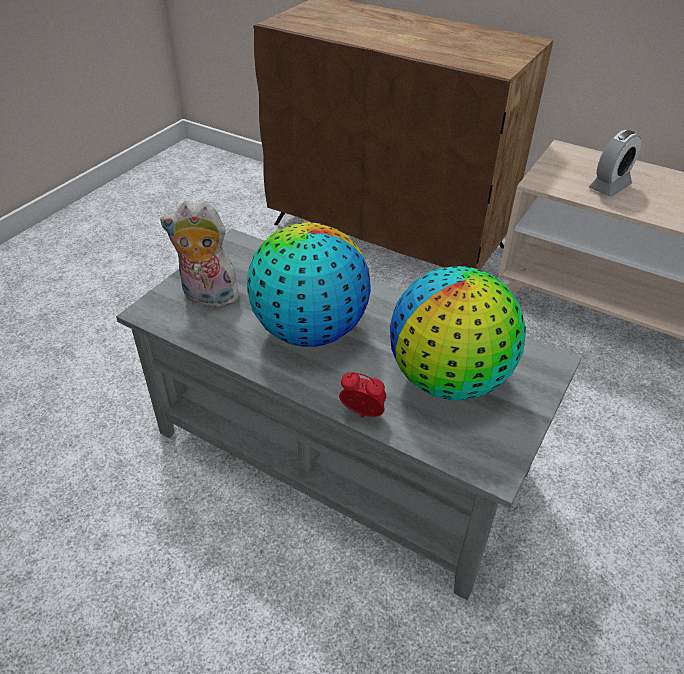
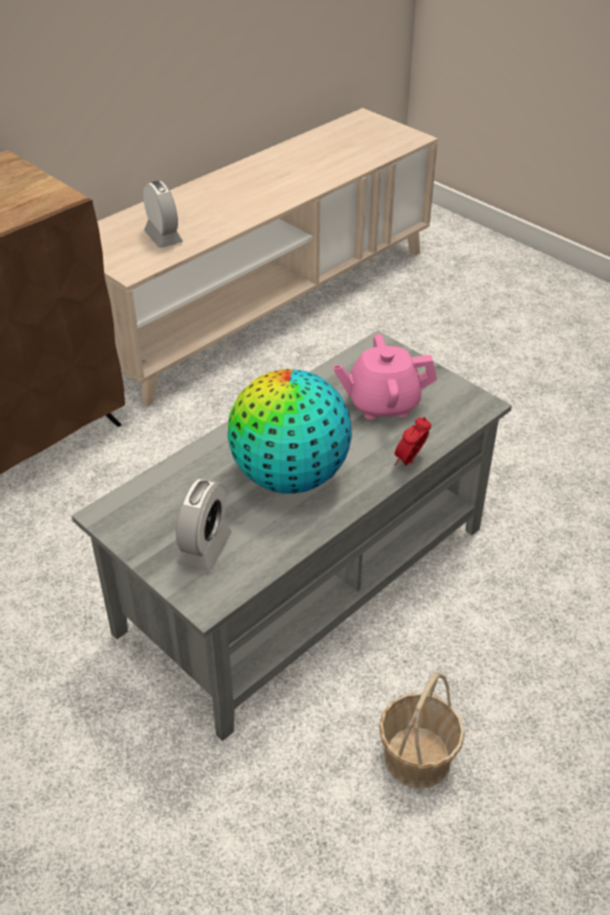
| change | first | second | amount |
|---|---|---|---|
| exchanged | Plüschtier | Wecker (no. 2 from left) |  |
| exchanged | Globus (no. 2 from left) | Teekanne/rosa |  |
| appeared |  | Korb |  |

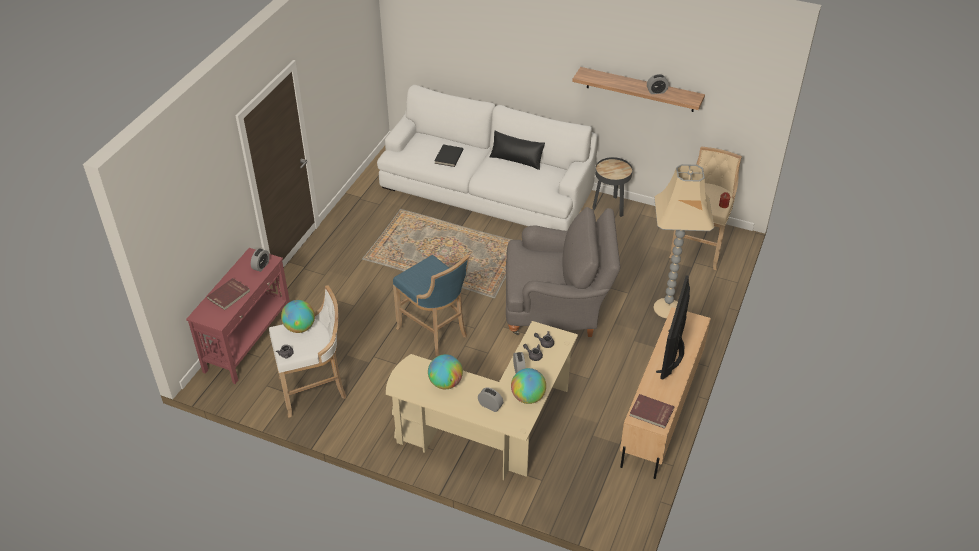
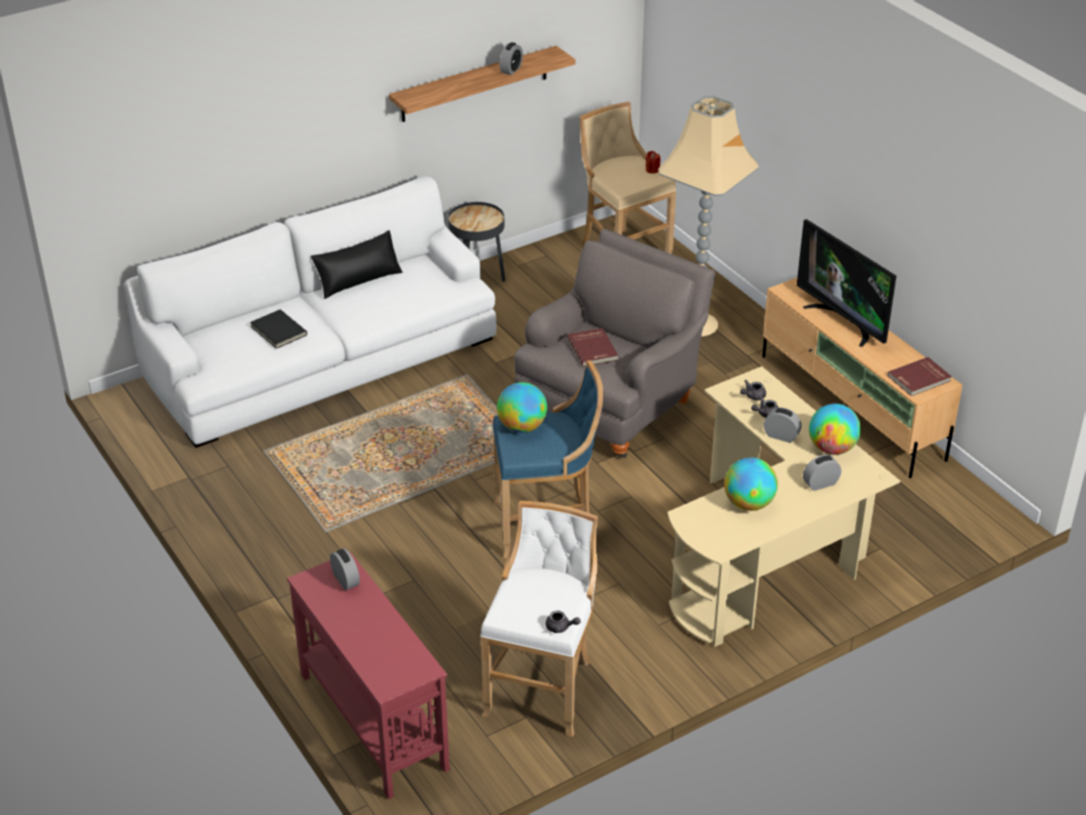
| change | first | second | amount |
|---|---|---|---|
| relocated | Globus (no. 1 from left) |  |  |
| relocated | Buch/rot (no. 1 from left) |  |  |

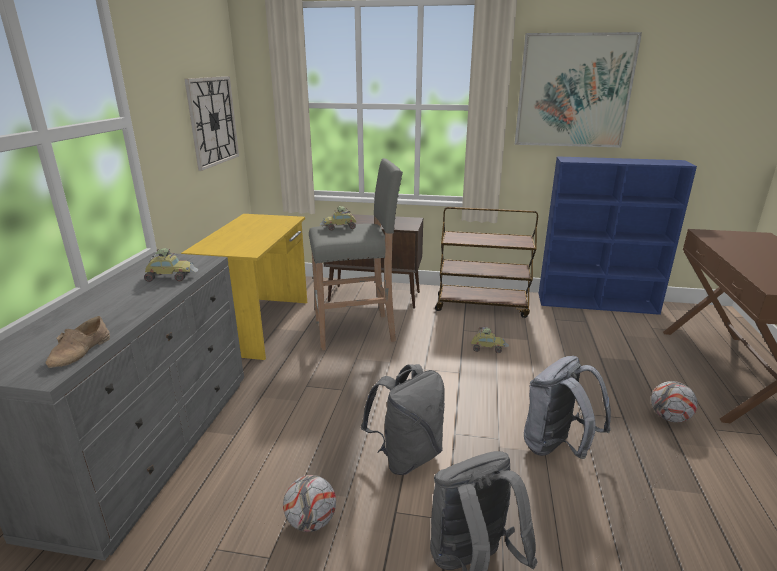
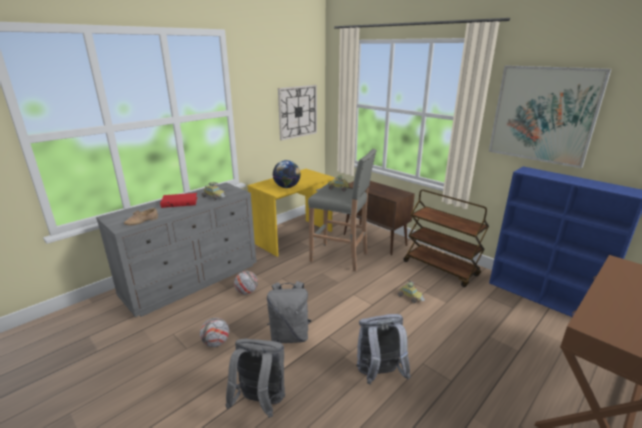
| change | first | second | amount |
|---|---|---|---|
| appeared |  | Buch/rot |  |
| relocated | Fußball (no. 2 from left) |  |  |
| appeared |  | Globus |  |

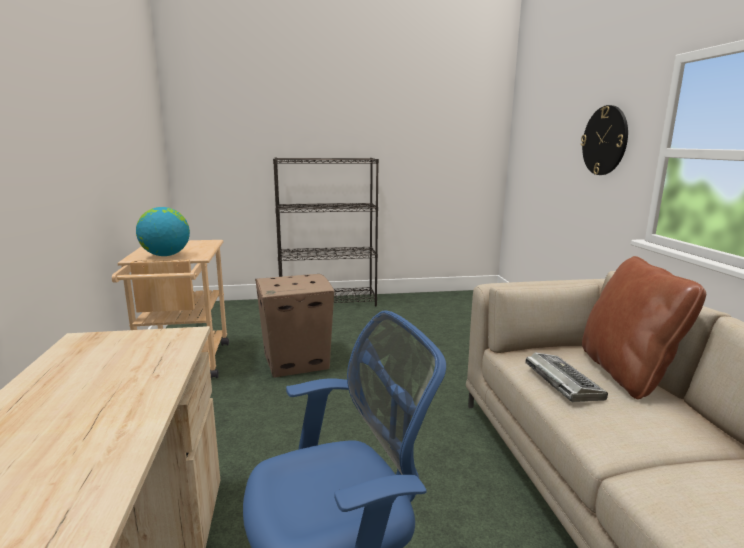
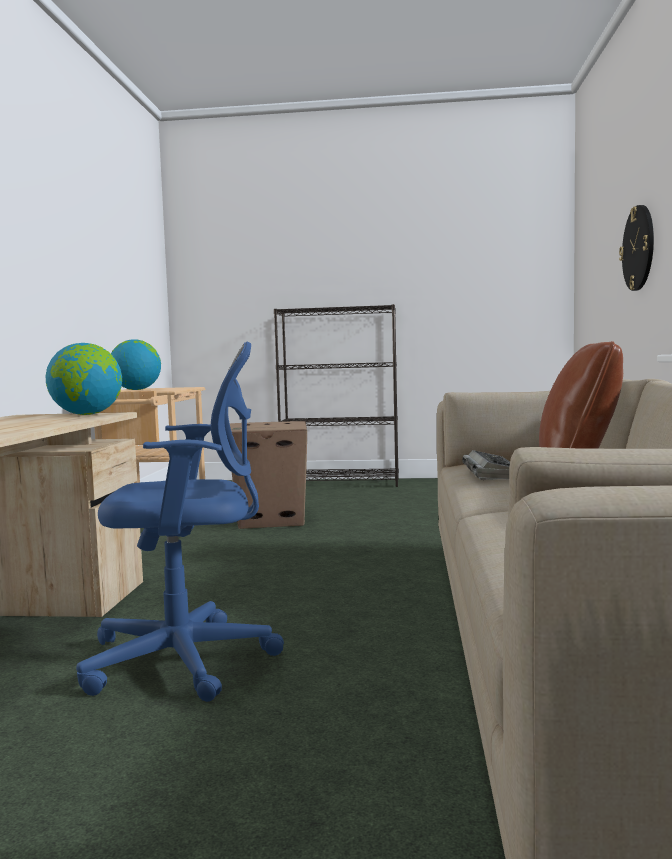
| change | first | second | amount |
|---|---|---|---|
| appeared |  | Globus (no. 1 from left) |  |

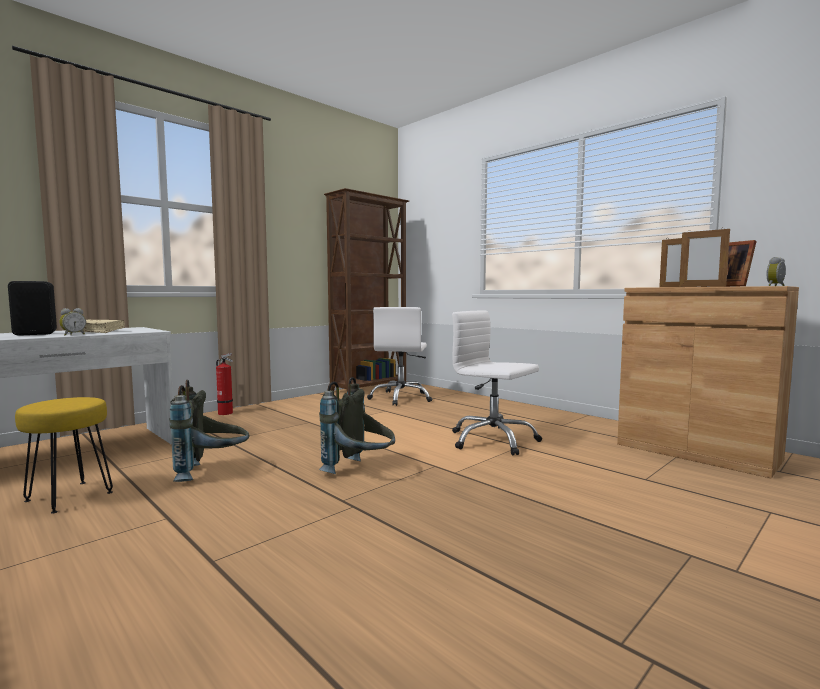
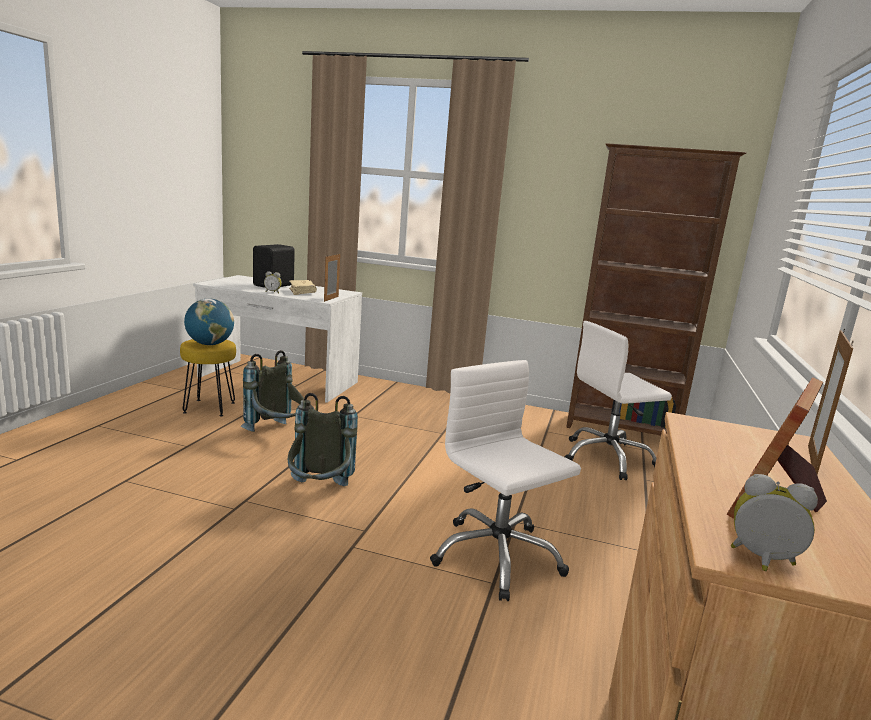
| change | first | second | amount |
|---|---|---|---|
| appeared |  | Globus |  |
| relocated | Bilderrahmen (no. 2 from left in the first image) | Bilderrahmen (no. 1 from left) |  |
| spun | Bürostuhl/weiß (no. 2 from left in the first image) | Bürostuhl/weiß (no. 1 from left) | 45 degrees counterclockwise |
| missing | Feuerlöscher |  |  |

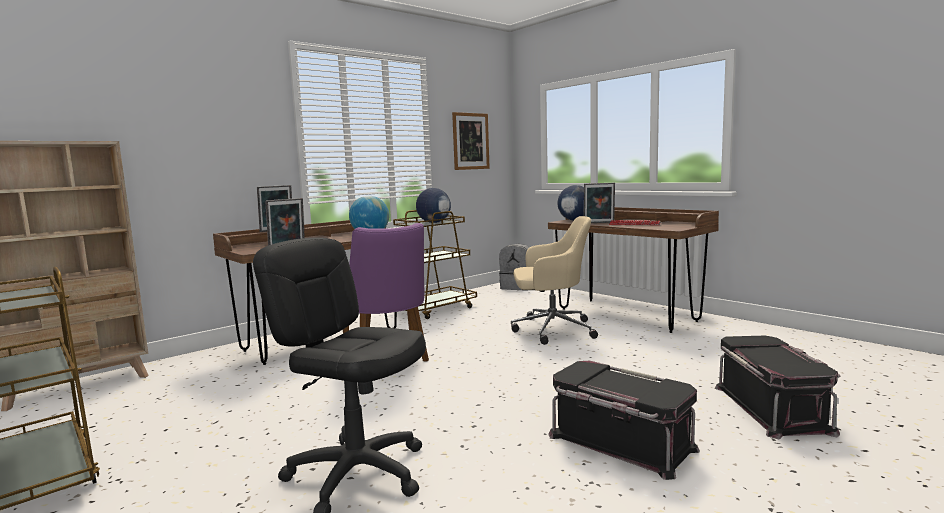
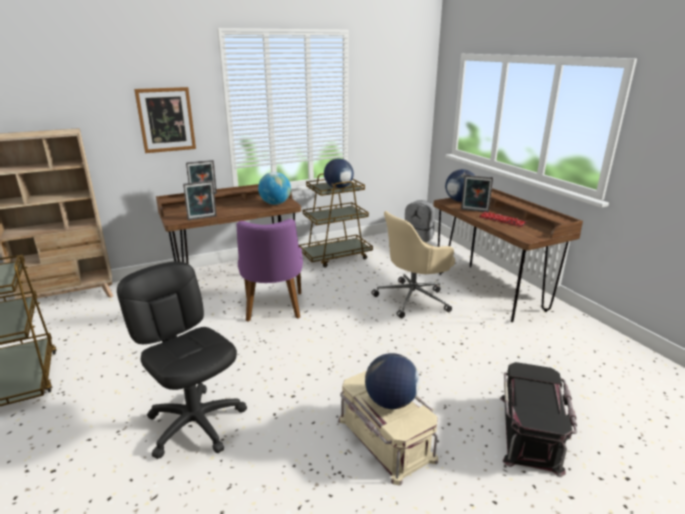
| change | first | second | amount |
|---|---|---|---|
| relocated | Bild |  |  |
| colour | Aufbewahrungsbox/schwarz (no. 1 from left) | Aufbewahrungsbox/beige |  |
| appeared |  | Globus (no. 3 from left) |  |
| spun | Bürostuhl/beige |  | 135 degrees clockwise |

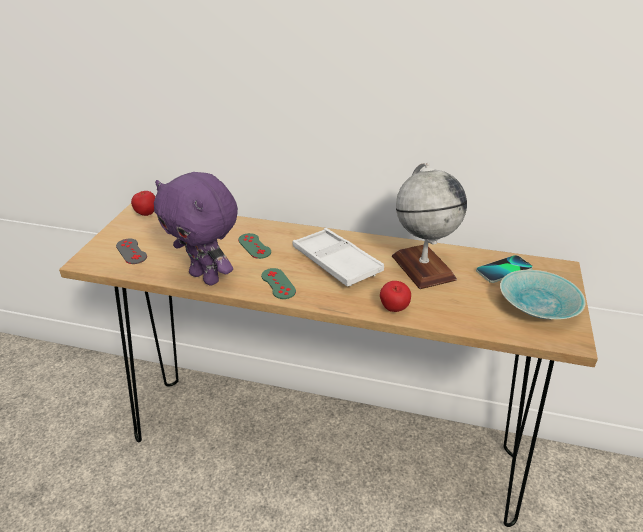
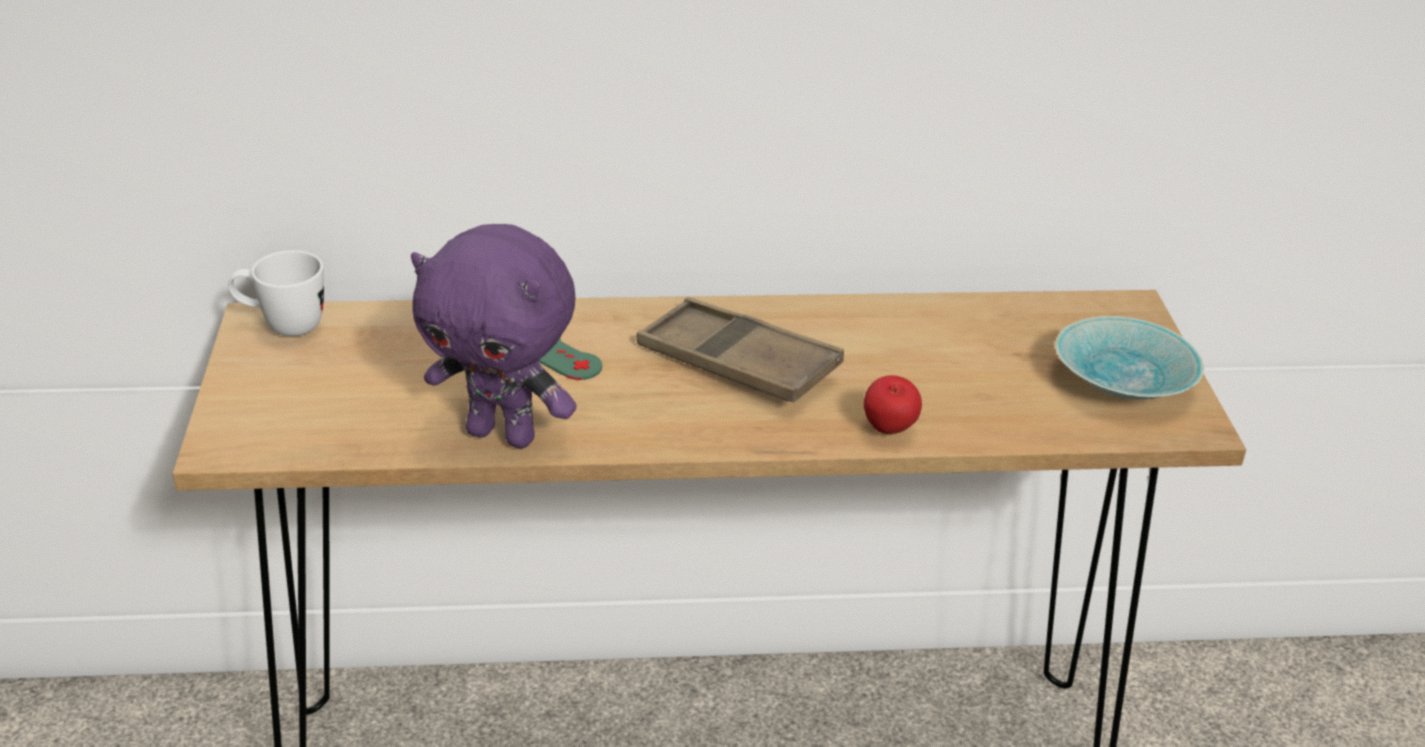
| change | first | second | amount |
|---|---|---|---|
| exchanged | Apfel (no. 1 from left) | Henkelbecher/weiß |  |
| colour | Tablett/weiß | Tablett/braun |  |
| missing | Gamepad/grau |  |  |
| missing | Gamepad/grün (no. 2 from left) |  |  |
| missing | Globus |  |  |
| missing | Handy |  |  |

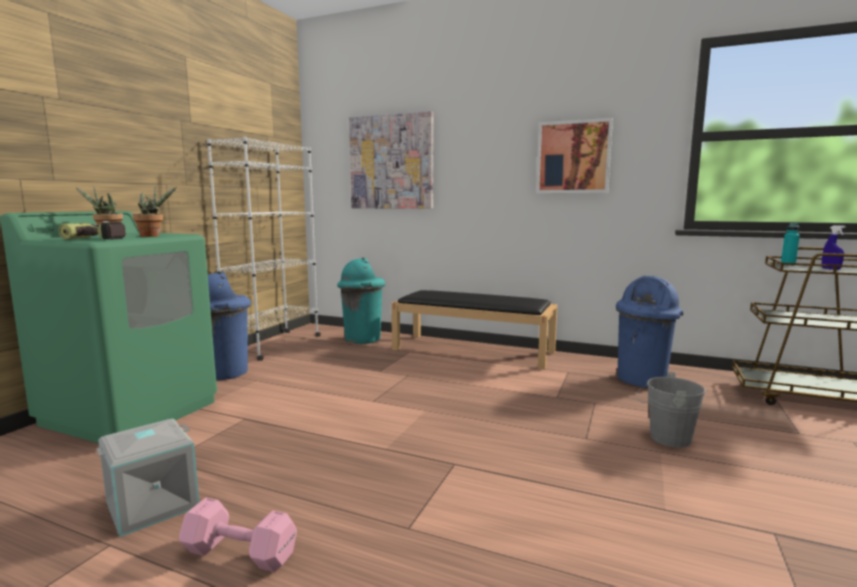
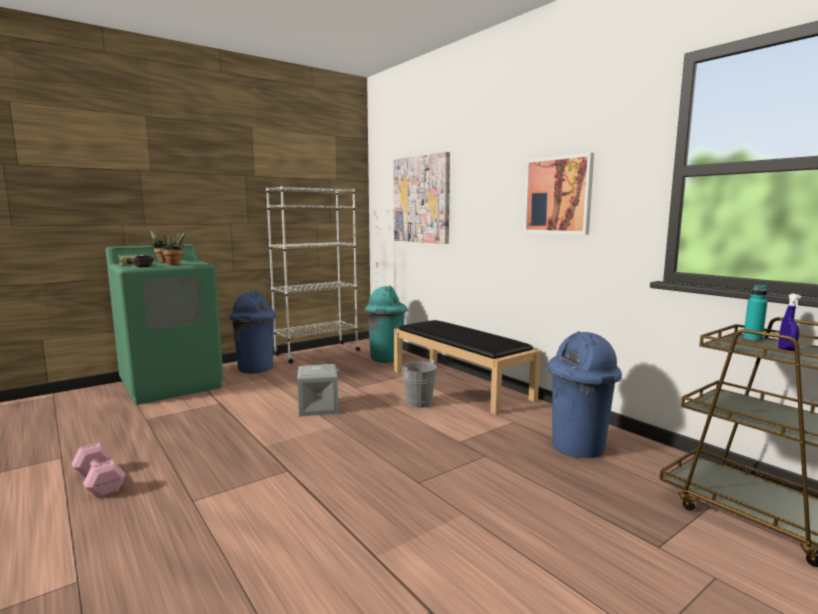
| change | first | second | amount |
|---|---|---|---|
| relocated | Aufbewahrungsbox/grau |  |  |
| relocated | Eimer/grau |  |  |

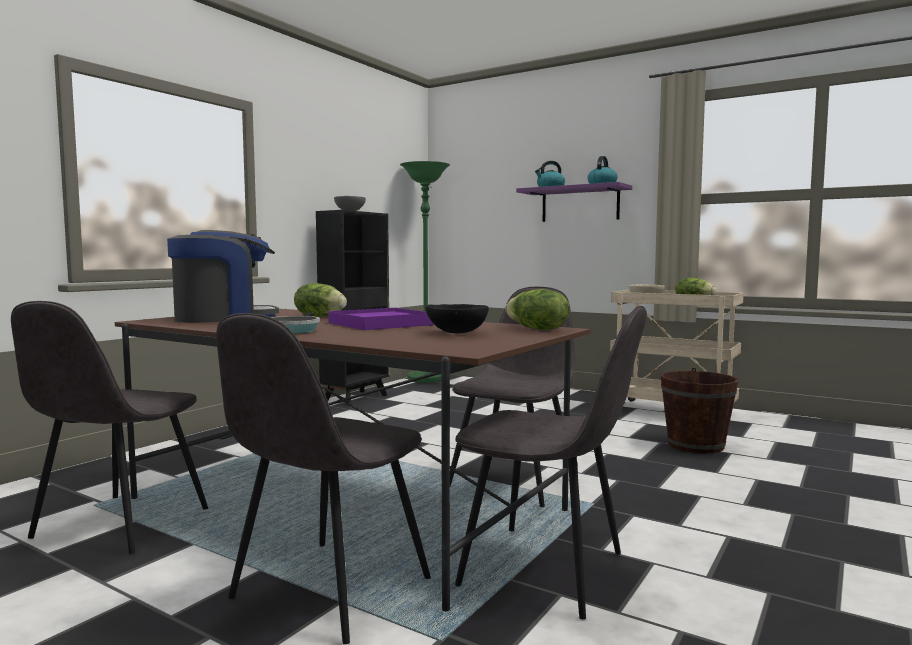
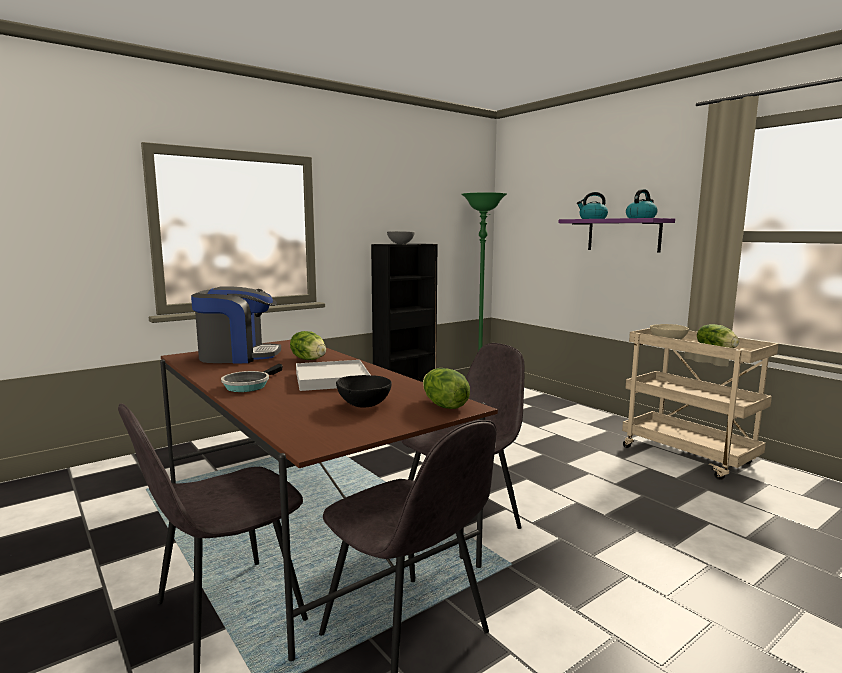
| change | first | second | amount |
|---|---|---|---|
| colour | Tablett/lila | Tablett/weiß |  |
| missing | Stuhl/grau (no. 1 from left) |  |  |
| missing | Eimer/braun |  |  |

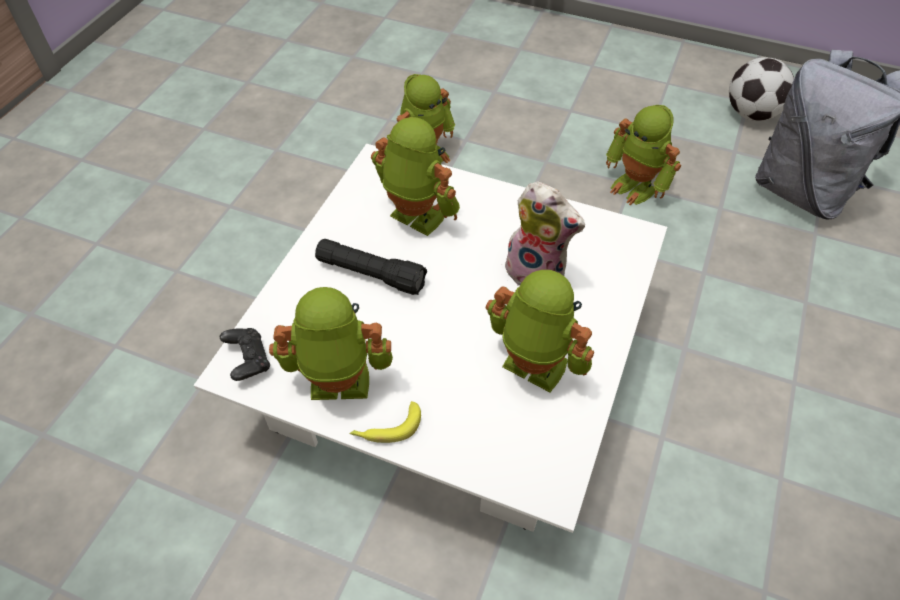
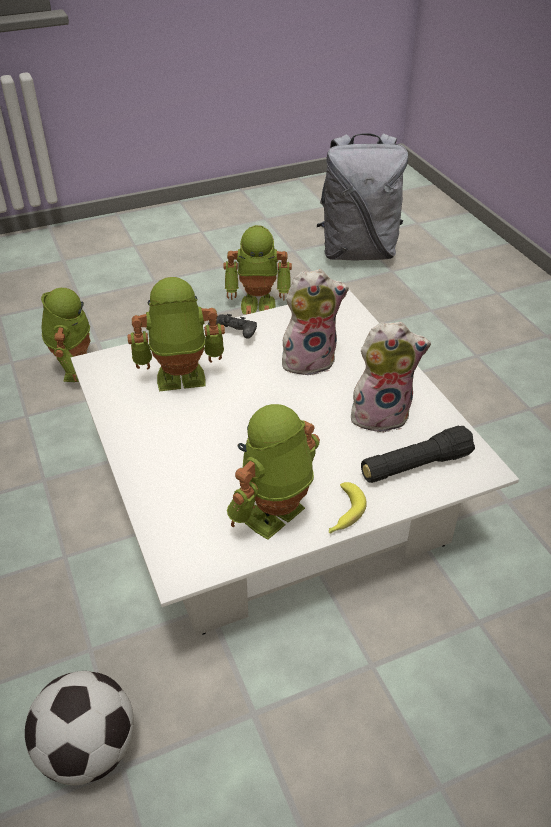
| change | first | second | amount |
|---|---|---|---|
| relocated | Fußball |  |  |
| relocated | Gamepad/schwarz |  |  |
| exchanged | Spielzeugroboter (no. 4 from left) | Plüschtier (no. 2 from left) |  |
| relocated | Taschenlampe/schwarz |  |  |

